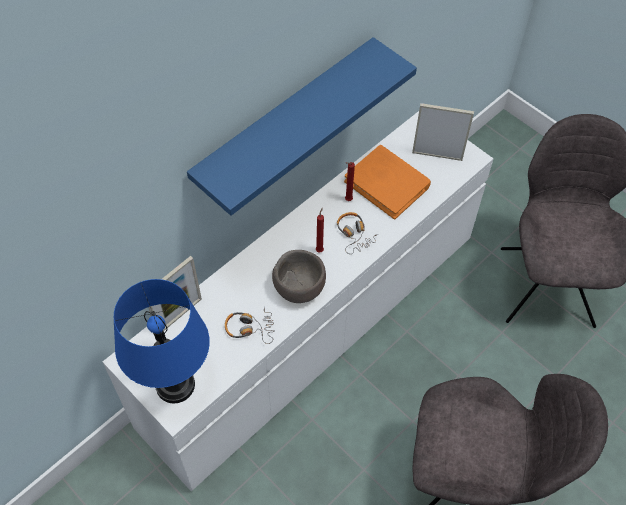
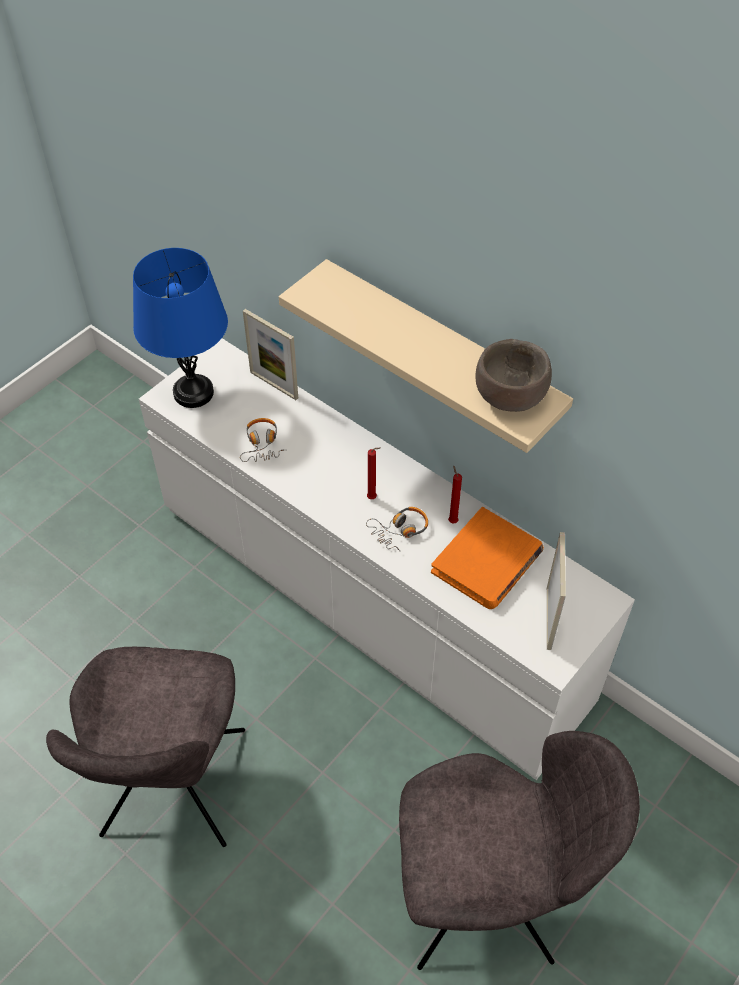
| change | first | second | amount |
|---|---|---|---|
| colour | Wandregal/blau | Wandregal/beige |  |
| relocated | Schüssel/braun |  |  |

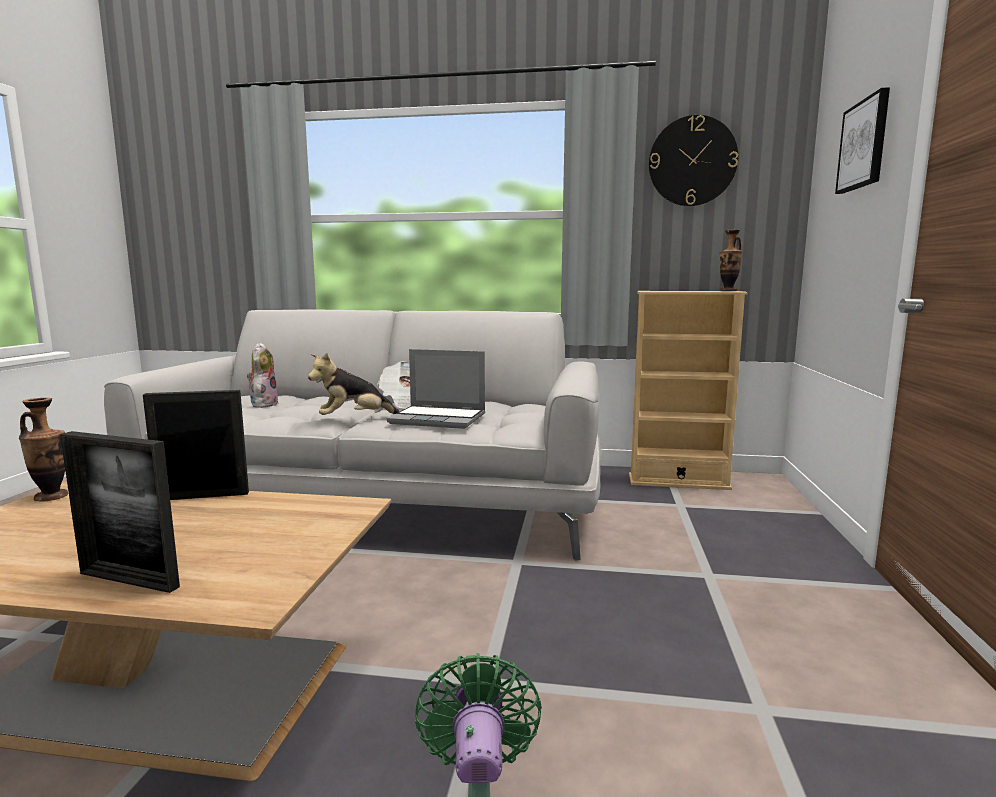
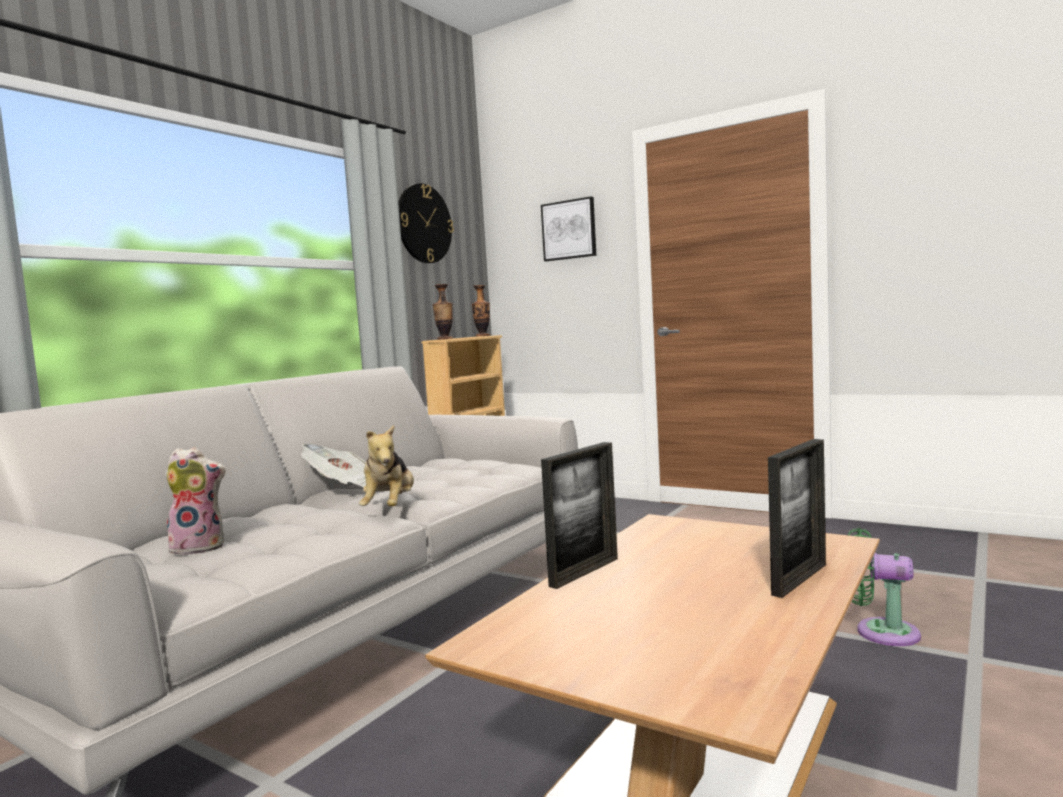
| change | first | second | amount |
|---|---|---|---|
| spun | Plüschtier (no. 1 from left) |  | 150 degrees clockwise |
| relocated | Vase (no. 1 from left) |  |  |
| spun | Bilderrahmen (no. 2 from left in the first image) | Bilderrahmen (no. 1 from left) | 150 degrees counterclockwise |
| missing | Laptop |  |  |

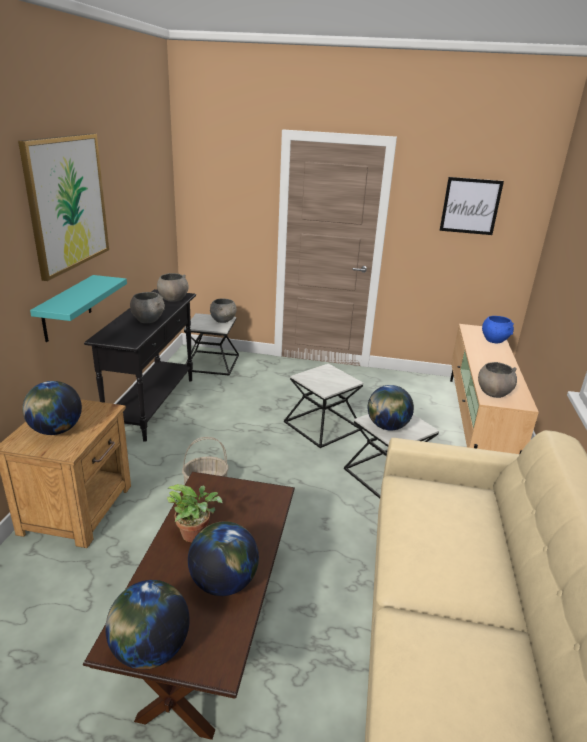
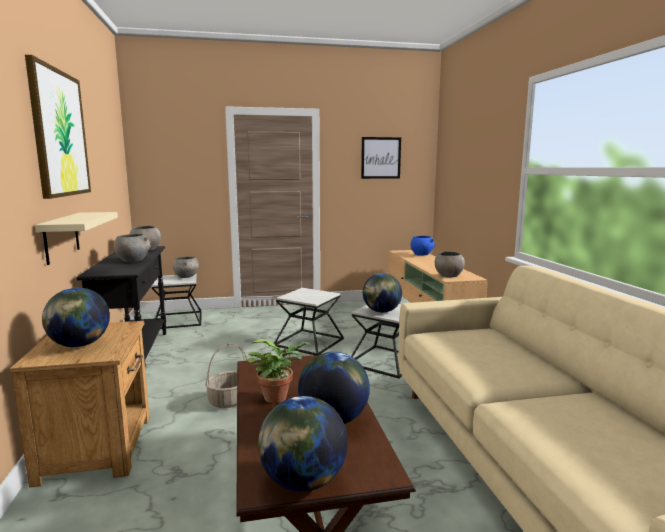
| change | first | second | amount |
|---|---|---|---|
| colour | Wandregal/türkis | Wandregal/beige |  |

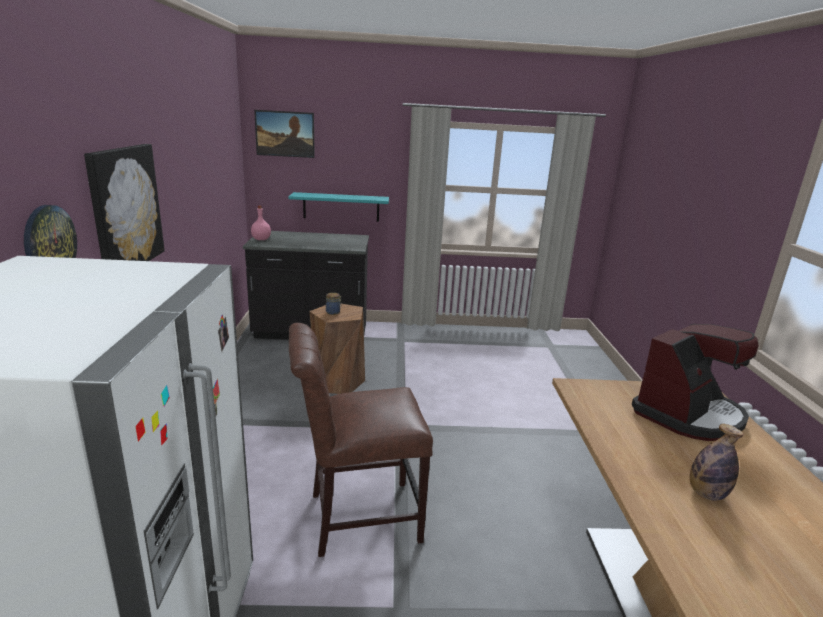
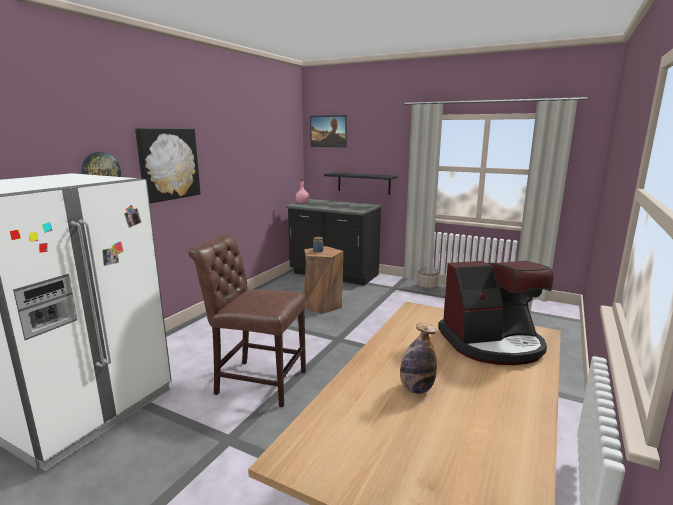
| change | first | second | amount |
|---|---|---|---|
| colour | Wandregal/türkis | Wandregal/schwarz |  |
| appeared |  | Pflanzkübel |  |

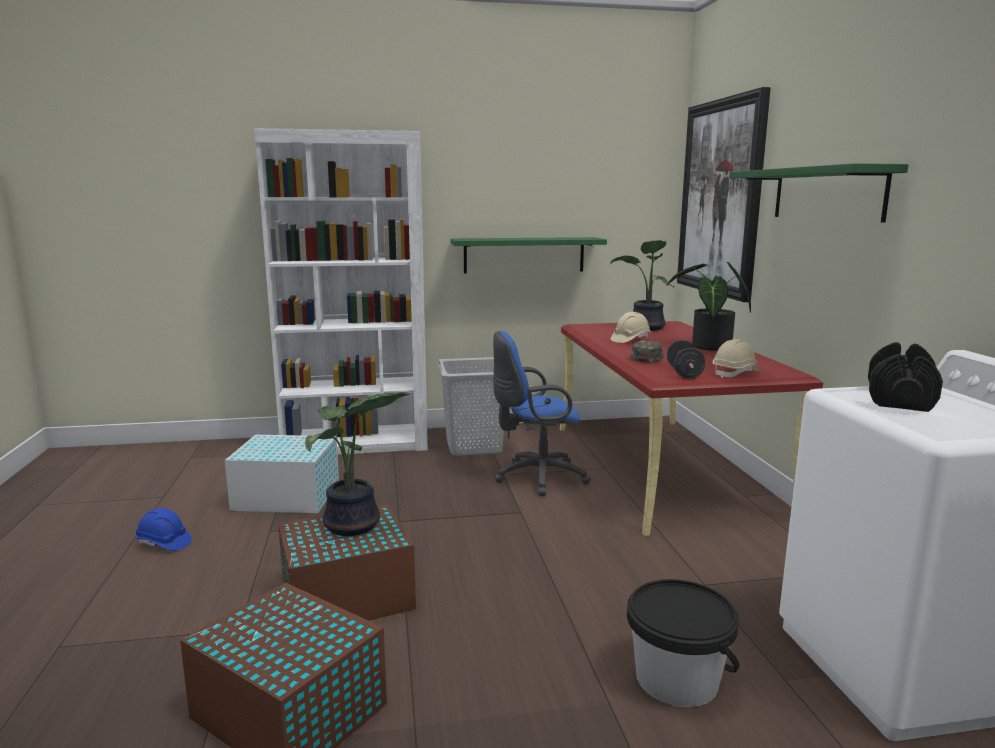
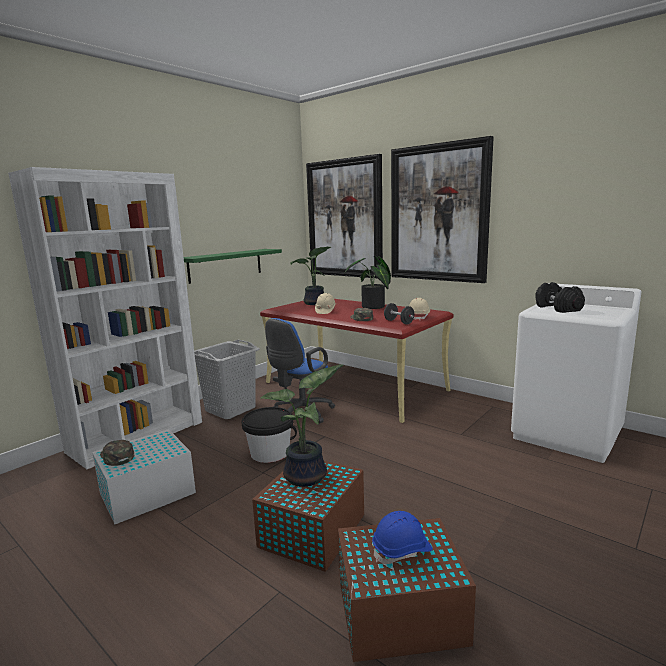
| change | first | second | amount |
|---|---|---|---|
| appeared |  | Kappe/grün (no. 1 from left) |  |
| relocated | Eimer/schwarz |  |  |
| relocated | Schutzhelm/blau |  |  |
| exchanged | Wandregal/grün (no. 2 from left) | Bild (no. 2 from left) |  |

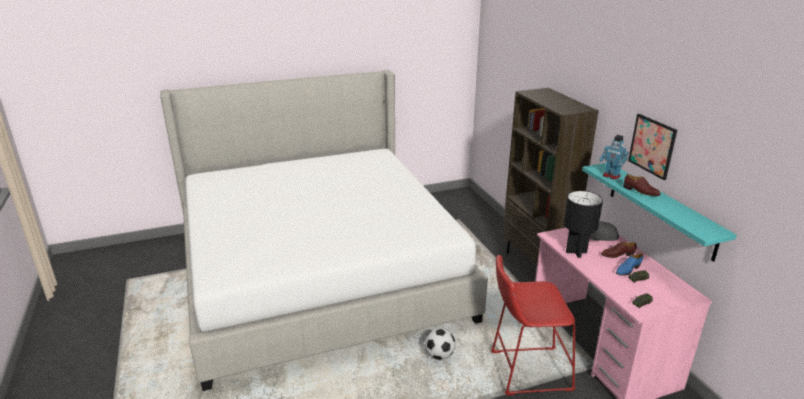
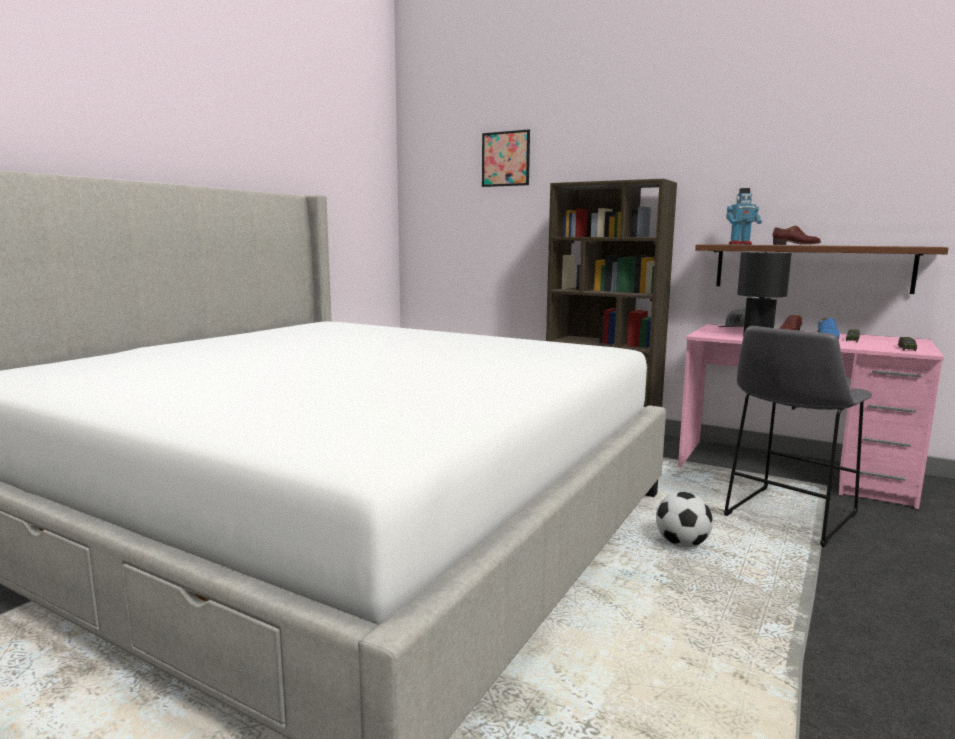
| change | first | second | amount |
|---|---|---|---|
| relocated | Bild |  |  |
| colour | Wandregal/türkis | Wandregal/braun |  |
| colour | Hocker/rot | Hocker/grau |  |

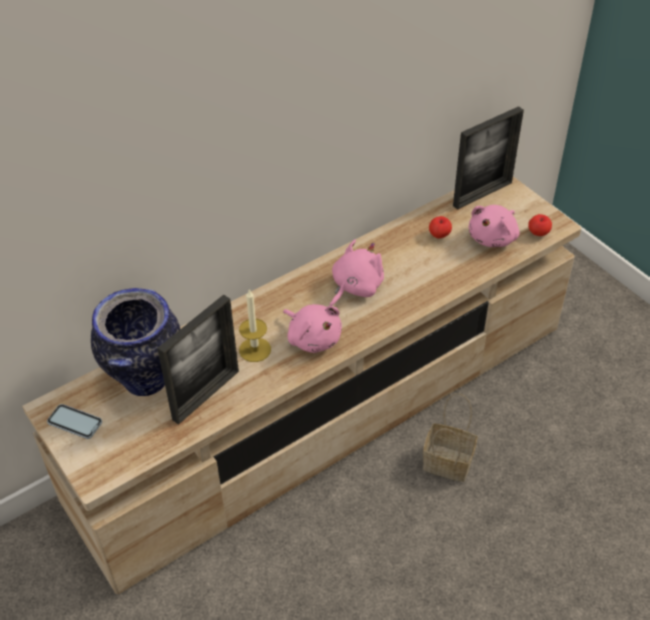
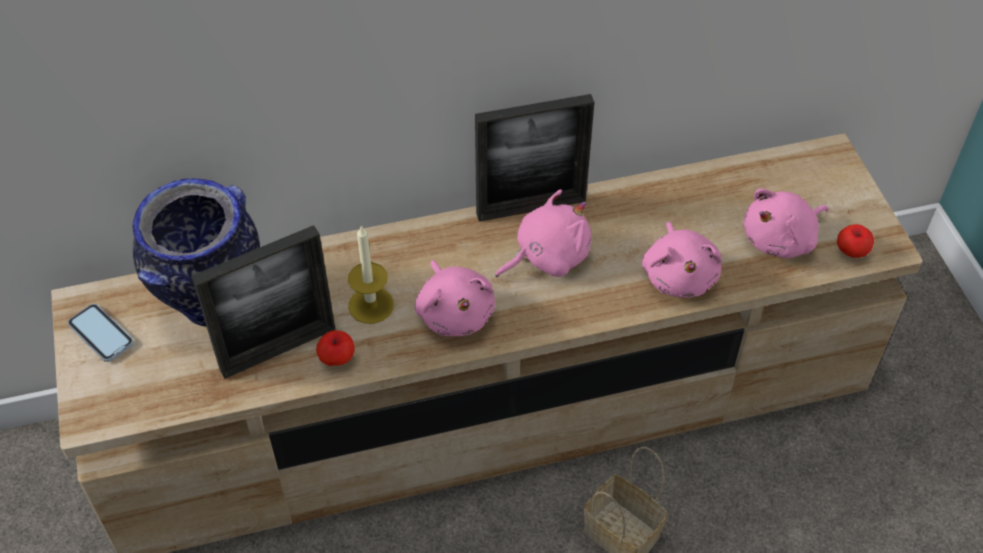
| change | first | second | amount |
|---|---|---|---|
| relocated | Apfel (no. 1 from left) |  |  |
| relocated | Bilderrahmen (no. 2 from left) |  |  |
| appeared |  | Plüschtier/rosa (no. 3 from left) |  |

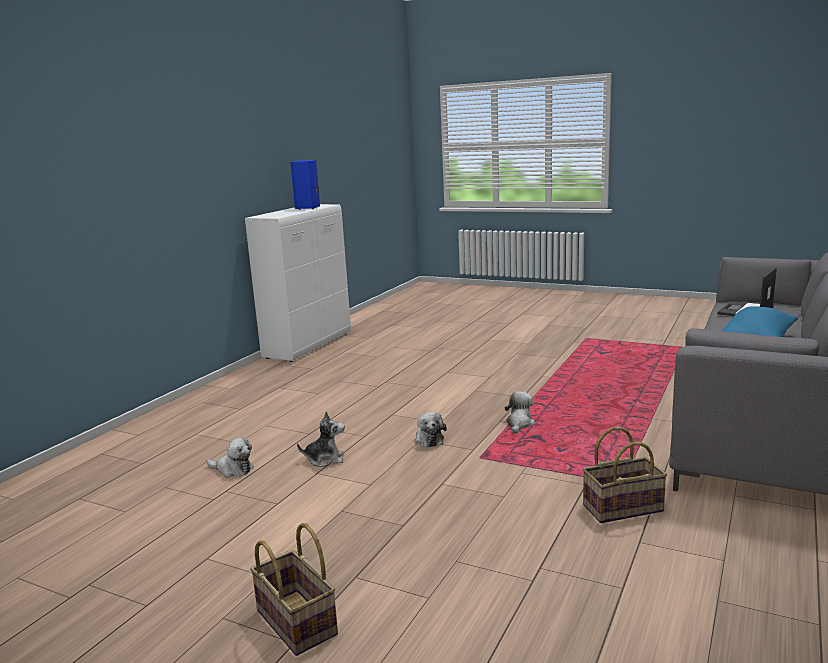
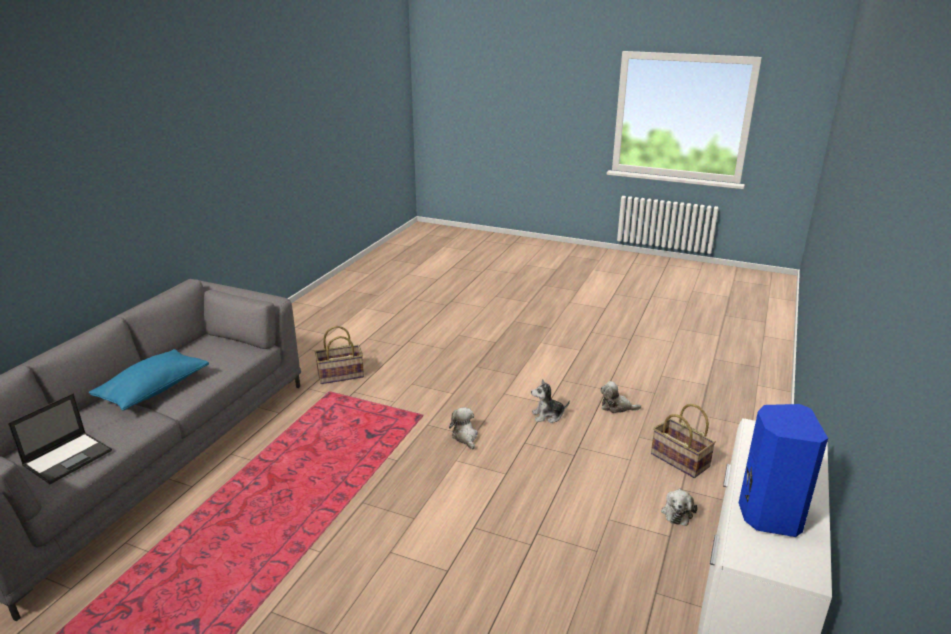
| change | first | second | amount |
|---|---|---|---|
| relocated | Korb (no. 1 from left in the first image) | Korb (no. 2 from left) |  |
| relocated | Plüschtier (no. 4 from left) |  |  |

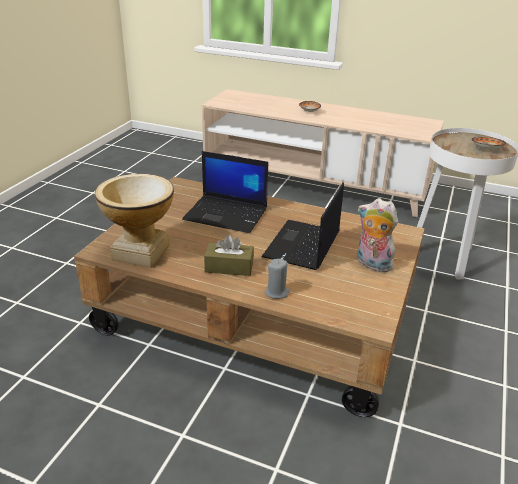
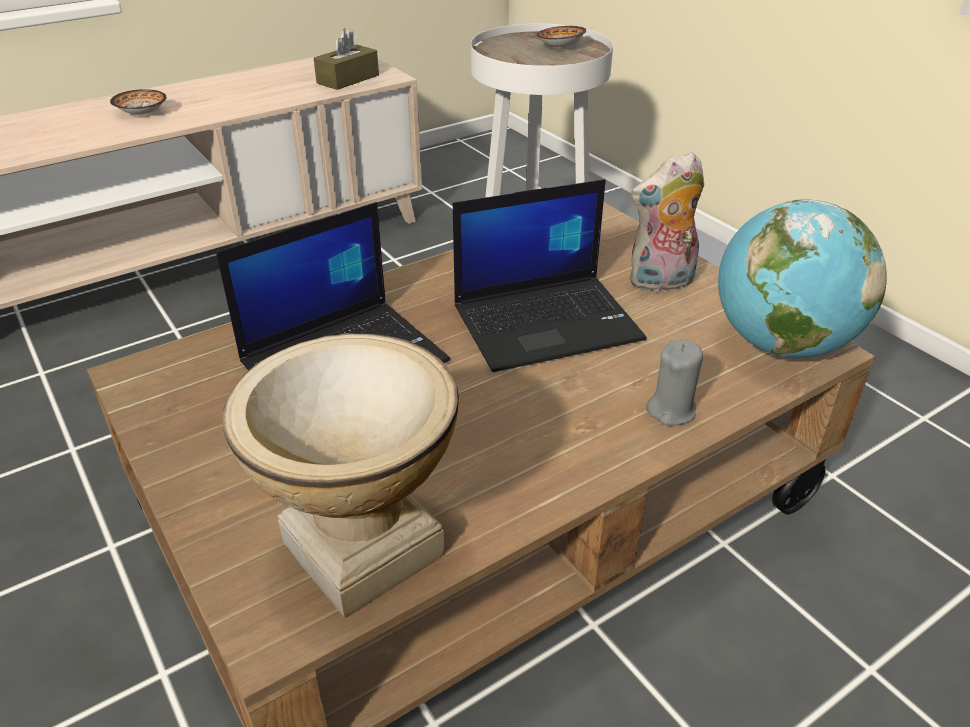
| change | first | second | amount |
|---|---|---|---|
| relocated | Taschentuchbox/braun |  |  |
| spun | Laptop (no. 2 from left) |  | 75 degrees counterclockwise |
| appeared |  | Globus |  |

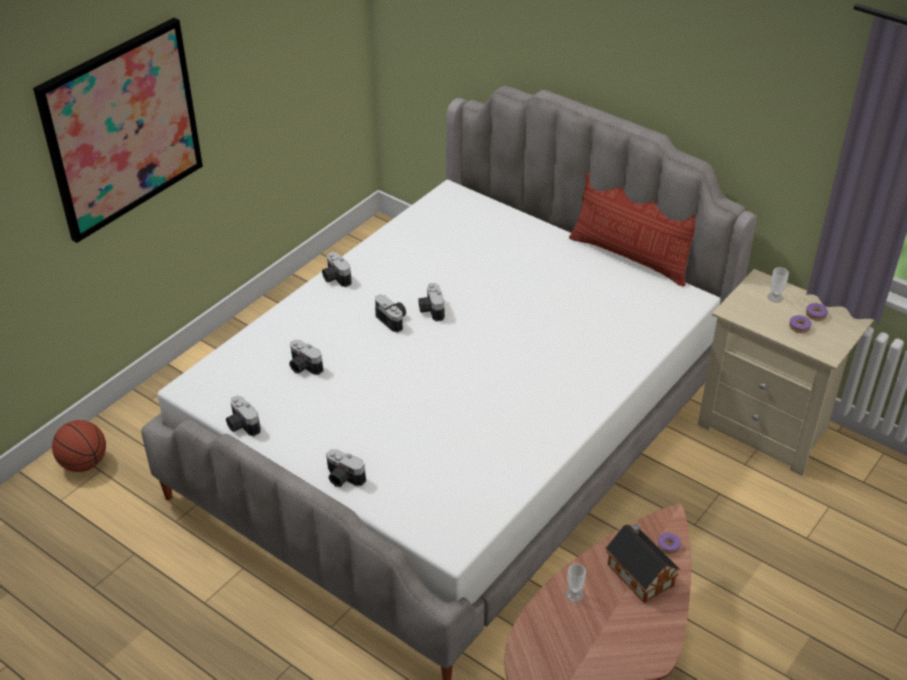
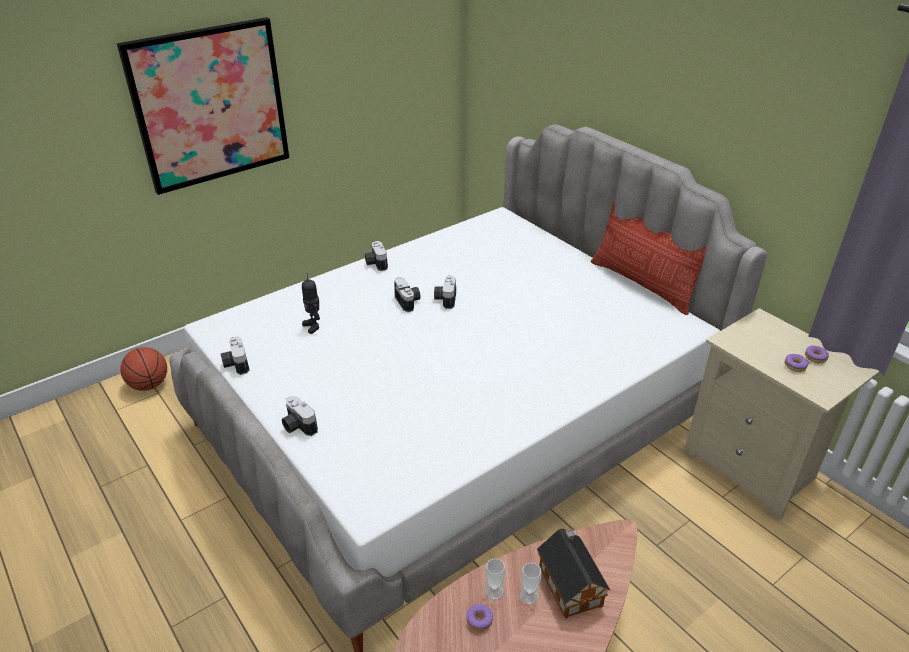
| change | first | second | amount |
|---|---|---|---|
| exchanged | Kamera (no. 2 from left) | Spielzeugroboter |  |
| relocated | Donut (no. 1 from left) |  |  |
| relocated | Tasse (no. 2 from left) |  |  |

